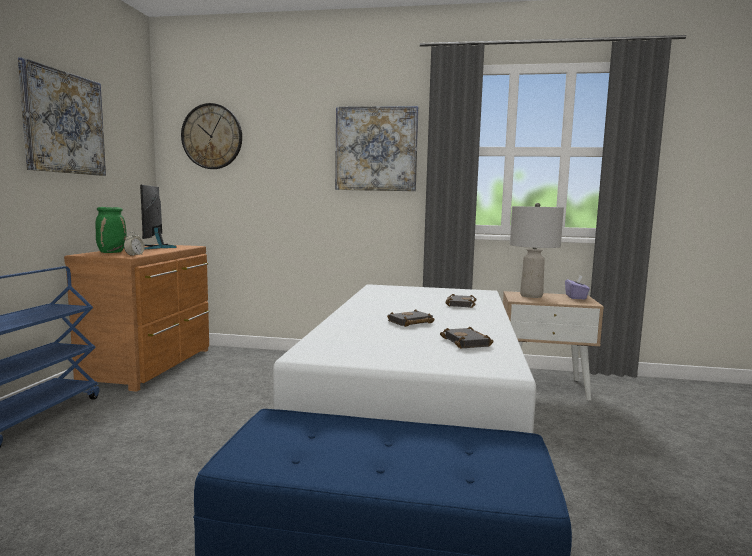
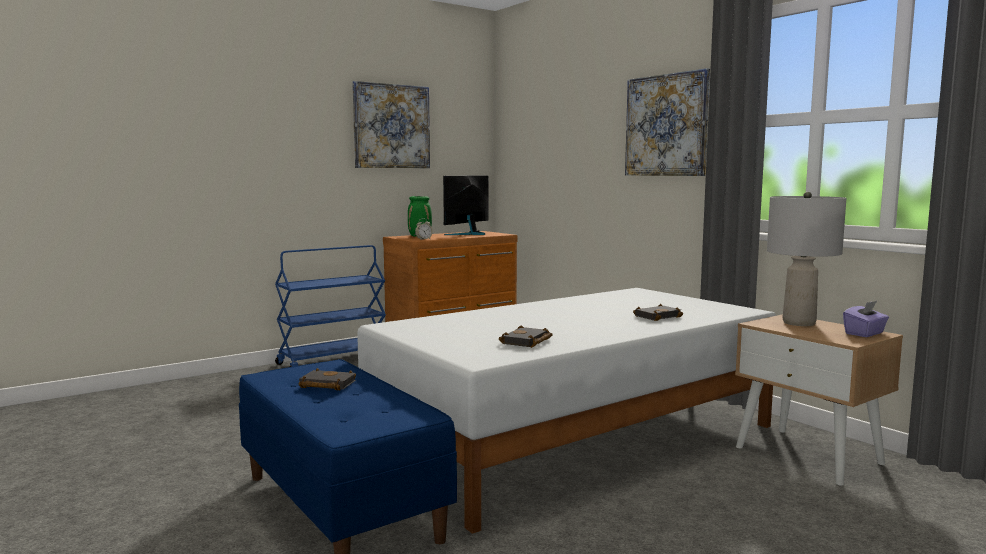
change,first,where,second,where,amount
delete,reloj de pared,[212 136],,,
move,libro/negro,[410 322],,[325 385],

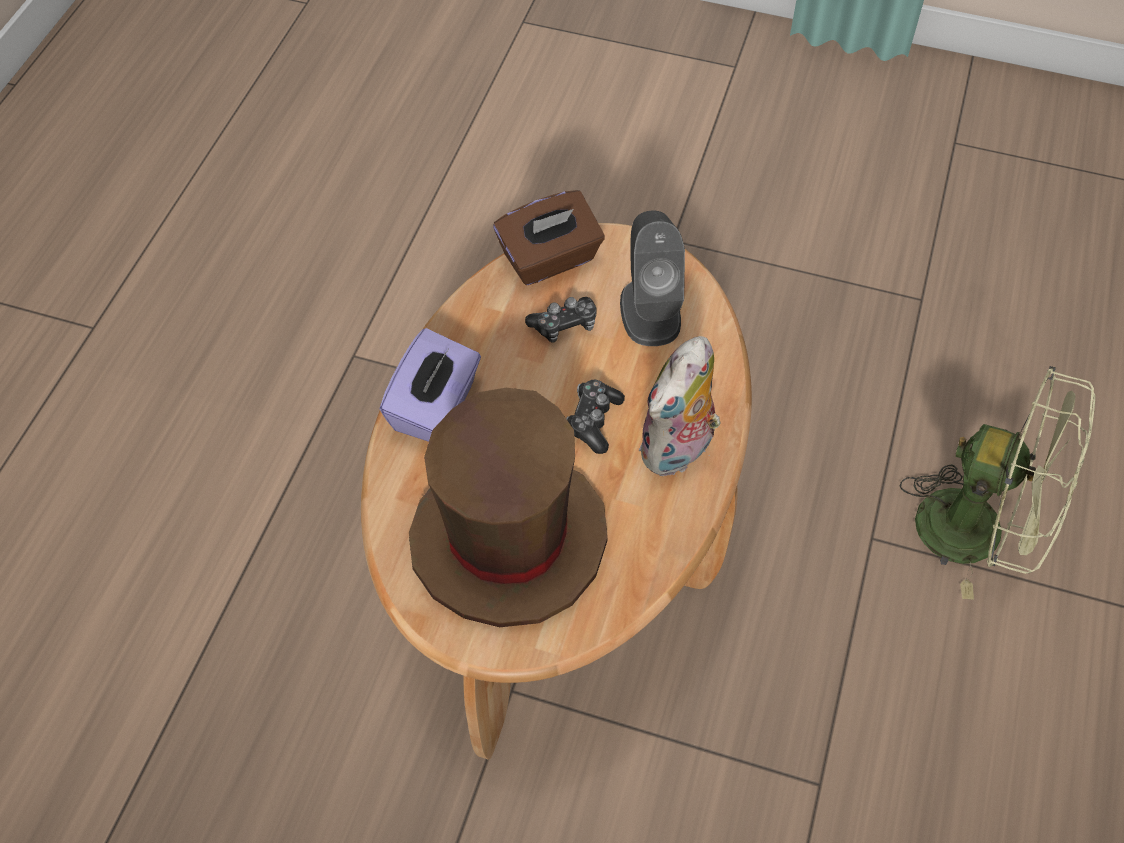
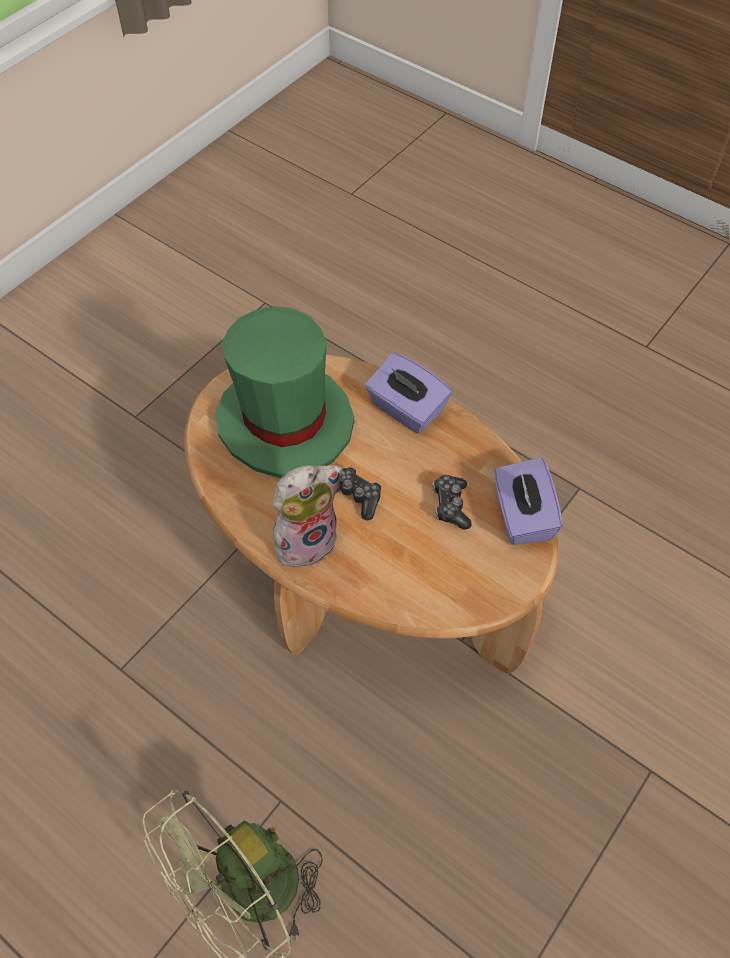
change,first,where,second,where,amount
delete,altavoz/gris,[650 311],,,
recolor,sombrero/marrón,[508 539],sombrero/verde,[285 421],
recolor,caja de pañuelos/marrón,[550 259],caja de pañuelos/morado,[521 516],
rotate,peluche,[678 451],,[306 540],90 degrees clockwise

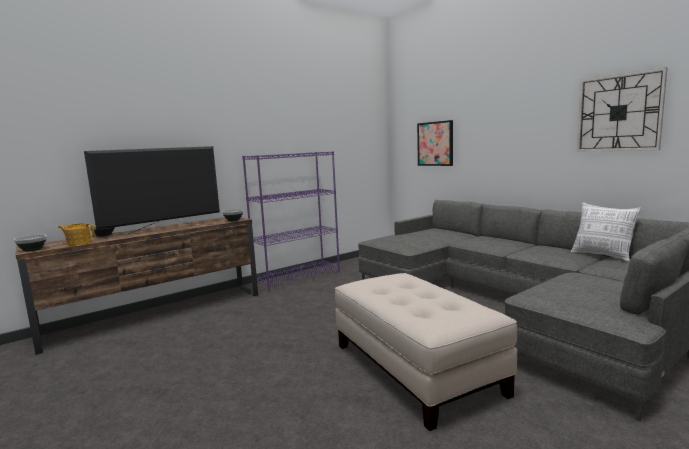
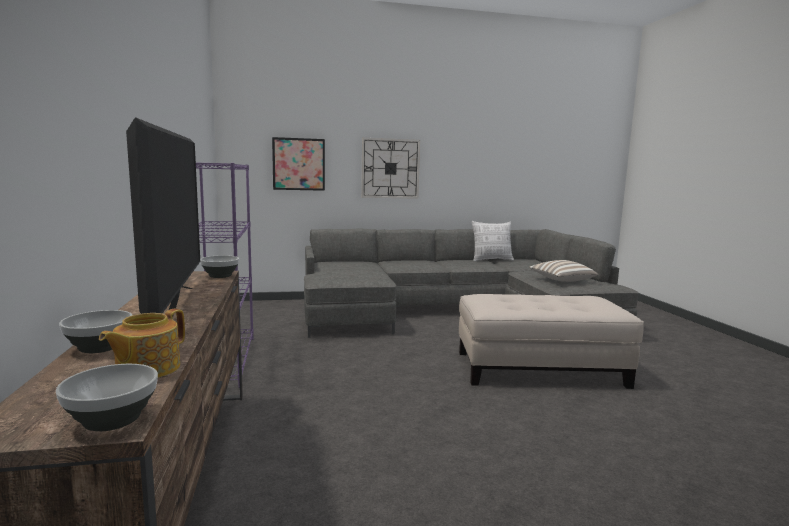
change,first,where,second,where,amount
insert,,,cojín,[561 280],
move,reloj de pared,[618 113],,[390 168],

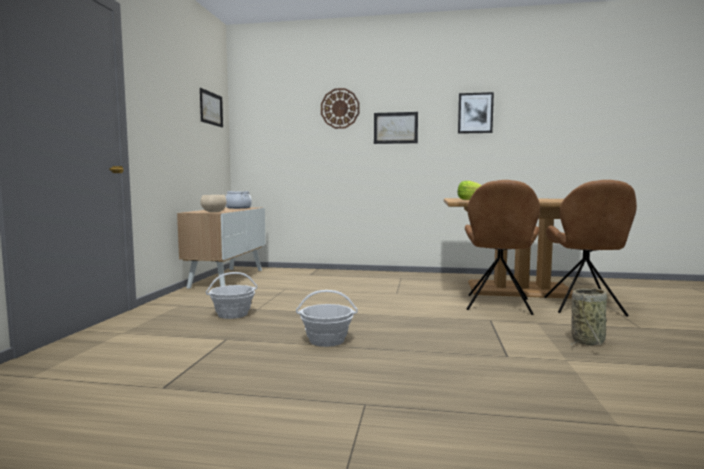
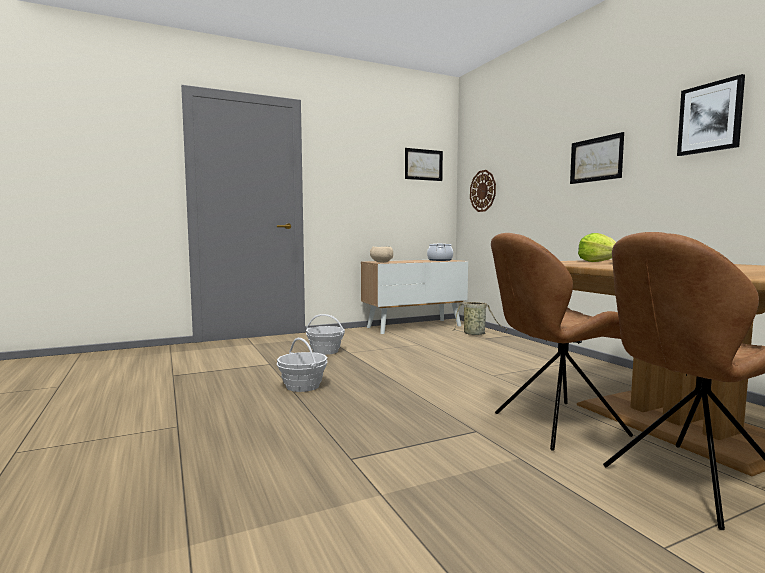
change,first,where,second,where,amount
move,reloj de pared,[340 108],,[483 191],
move,cesta,[588 341],,[475 334],

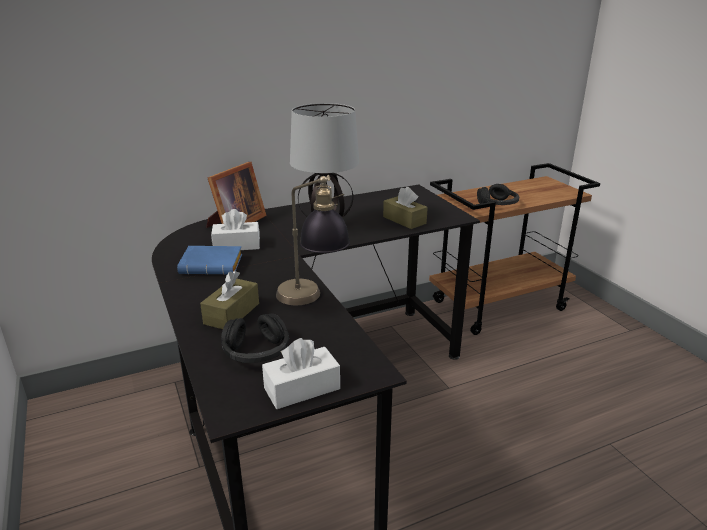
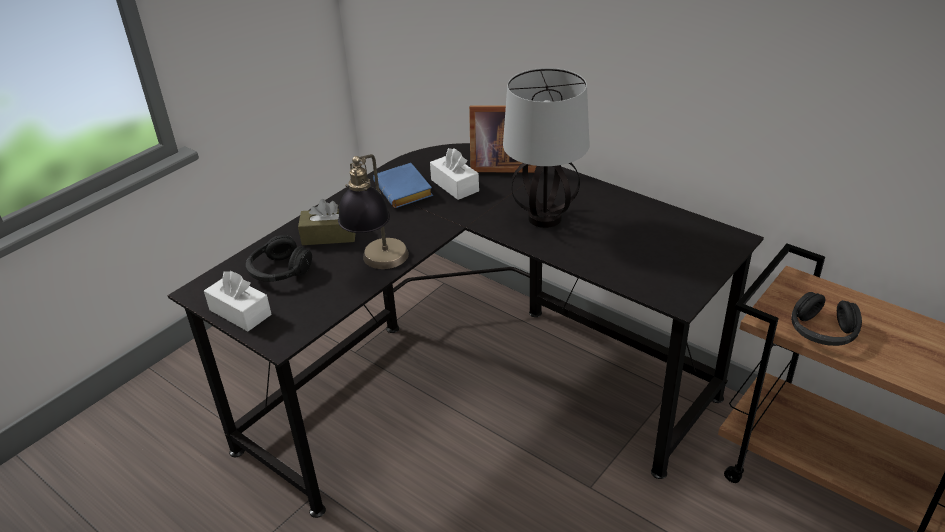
change,first,where,second,where,amount
delete,caja de pañuelos/marrón,[404 220],,,

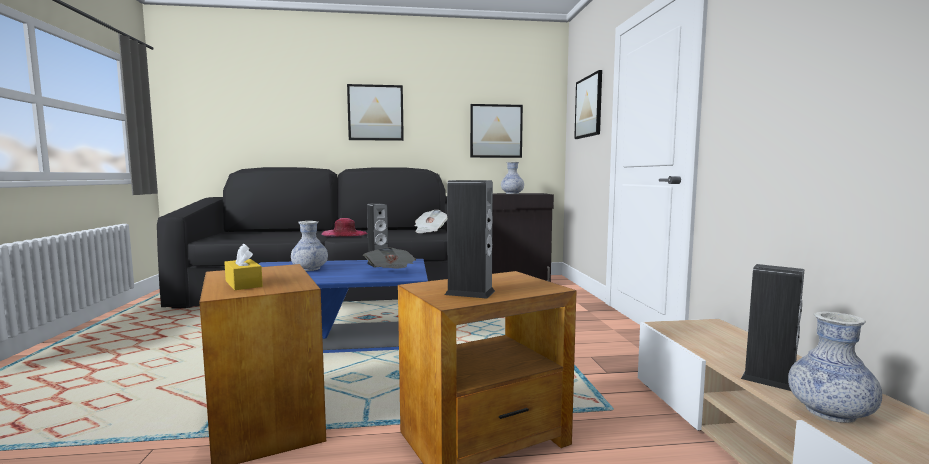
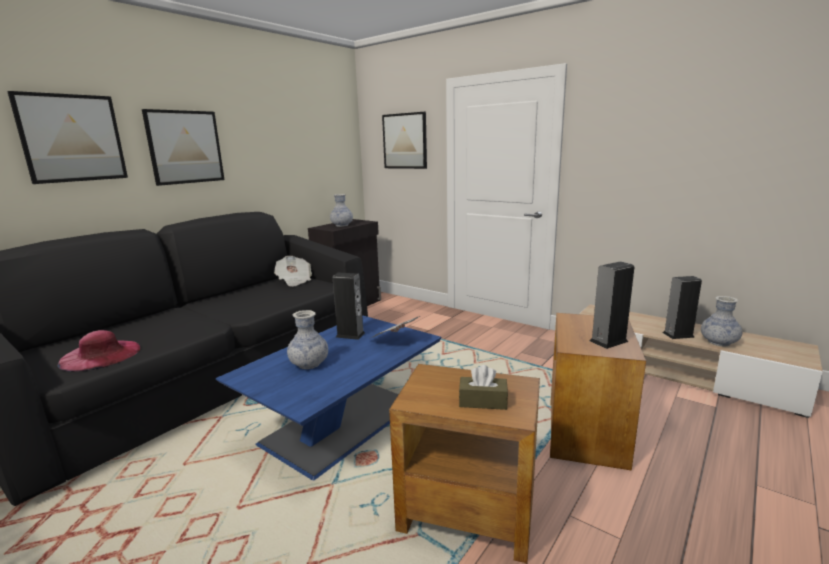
change,first,where,second,where,amount
move,sombrero/rosa,[344 233],,[100 355],
move,cuadro,[496 131],,[72 138],
recolor,caja de pañuelos/amarillo,[243 284],caja de pañuelos/marrón,[483 401],

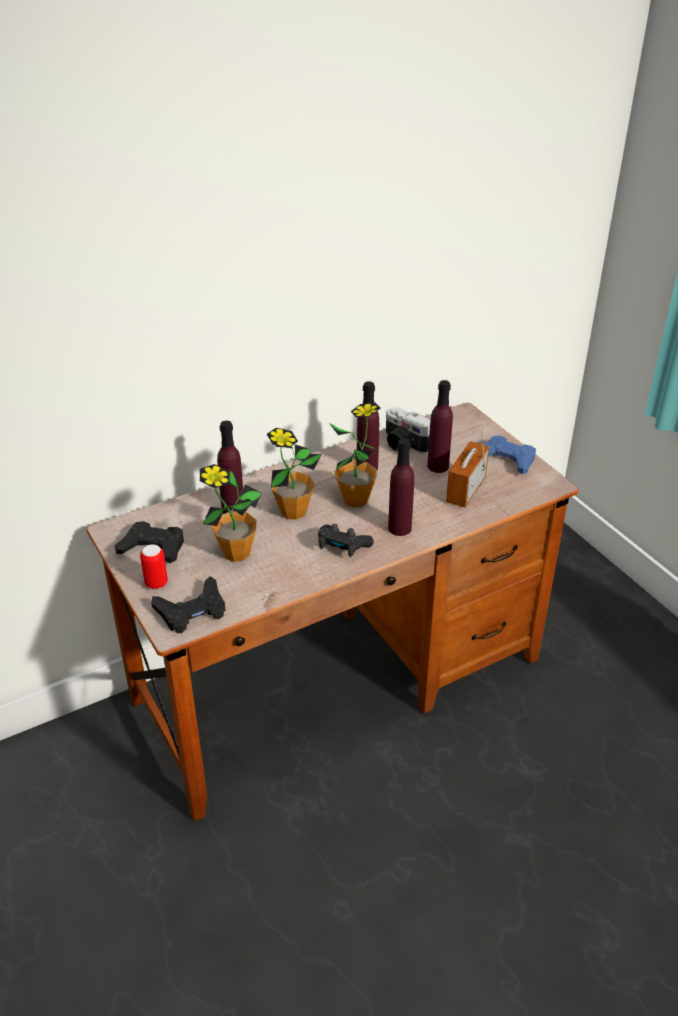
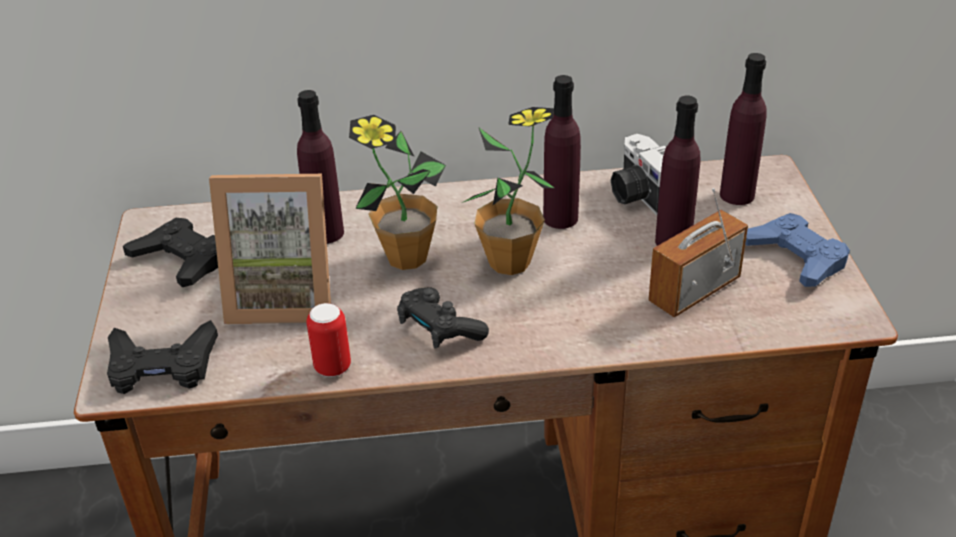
change,first,where,second,where,amount
move,lata,[156 583],,[332 367],
move,botella/morado,[399 528],,[737 195],
replace,planta en maceta,[236 553],portarretratos,[283 297],

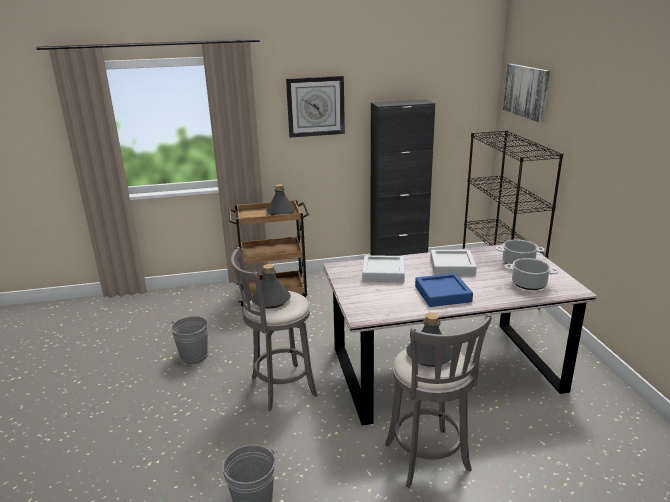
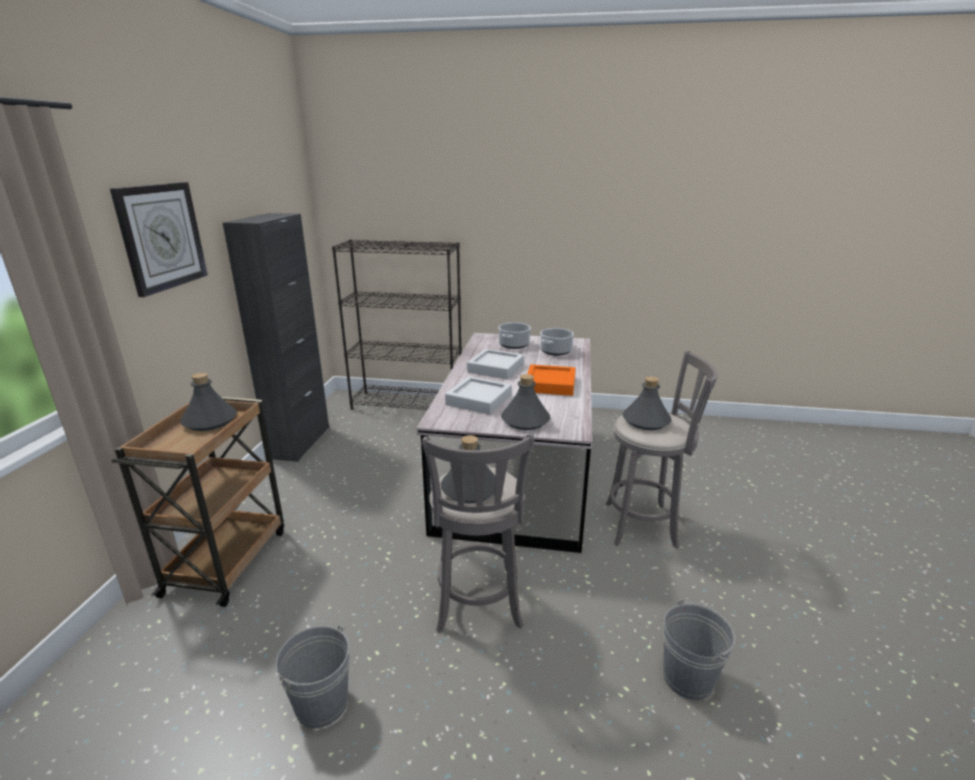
change,first,where,second,where,amount
delete,cuadro,[526 91],,,
insert,,,botella/gris,[525 420],
recolor,bandeja/azul,[442 294],bandeja/naranja,[550 384],

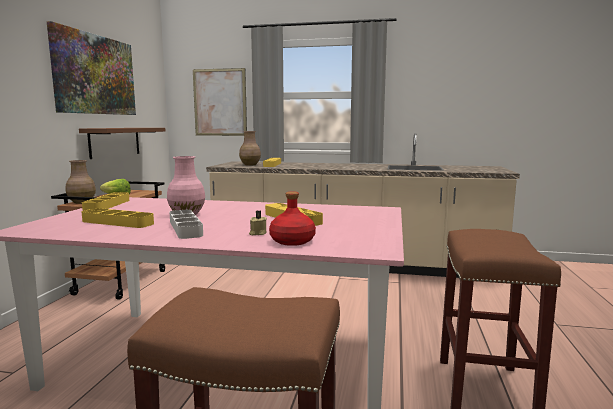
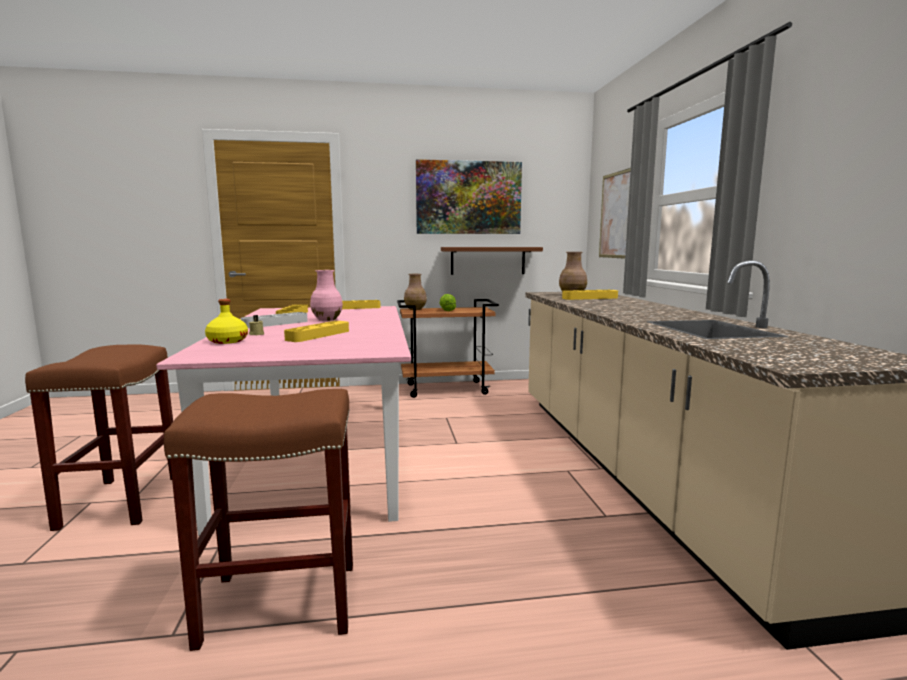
change,first,where,second,where,amount
recolor,botella/rojo,[292 241],botella/amarillo,[227 341],

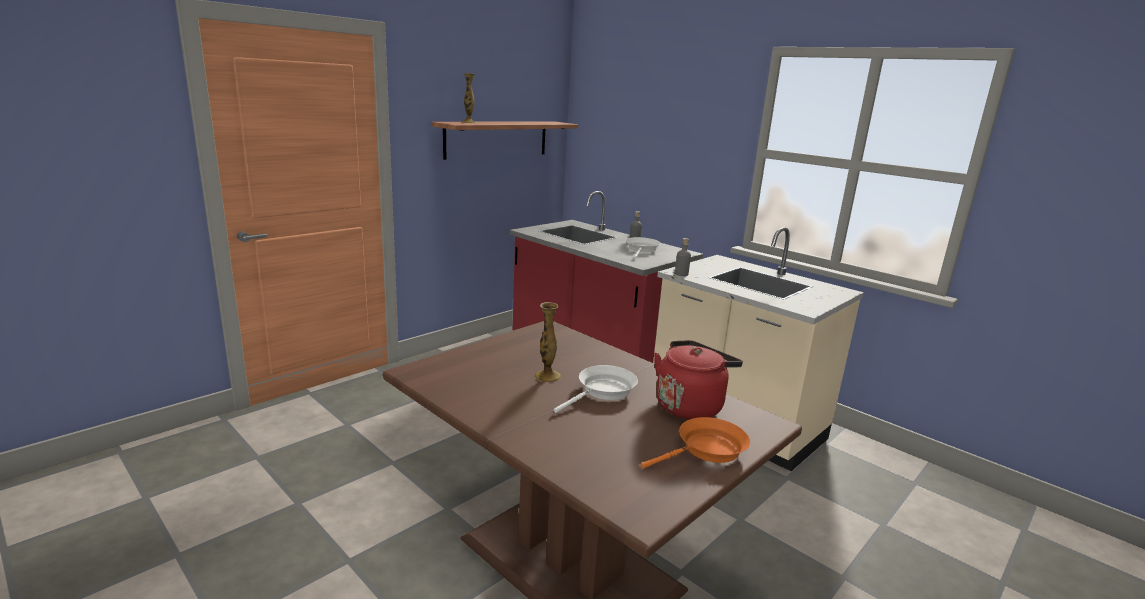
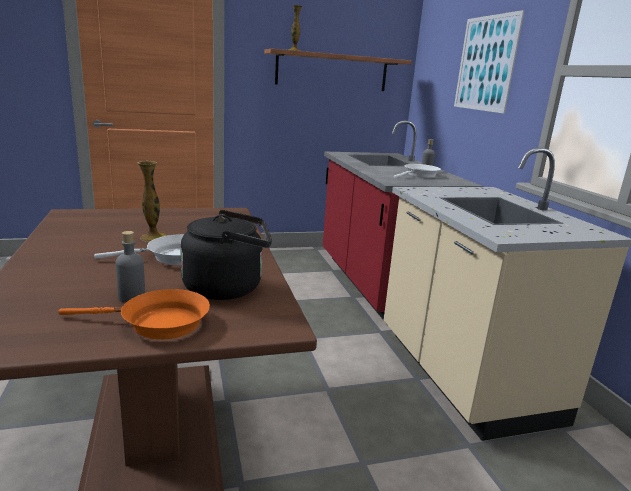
change,first,where,second,where,amount
insert,,,cuadro,[485 63],
move,botella/gris,[681 274],,[131 297],
recolor,hervidor/rojo,[690 406],hervidor/negro,[228 287],

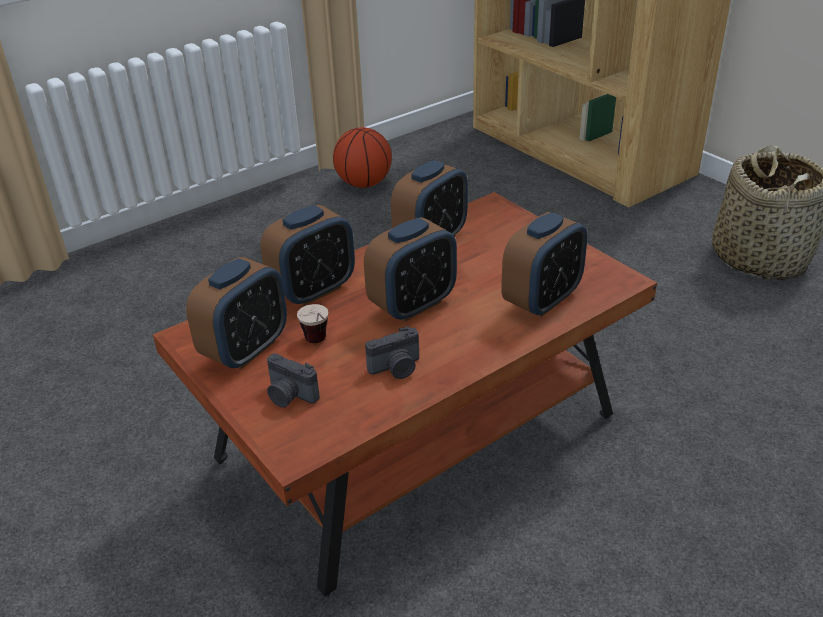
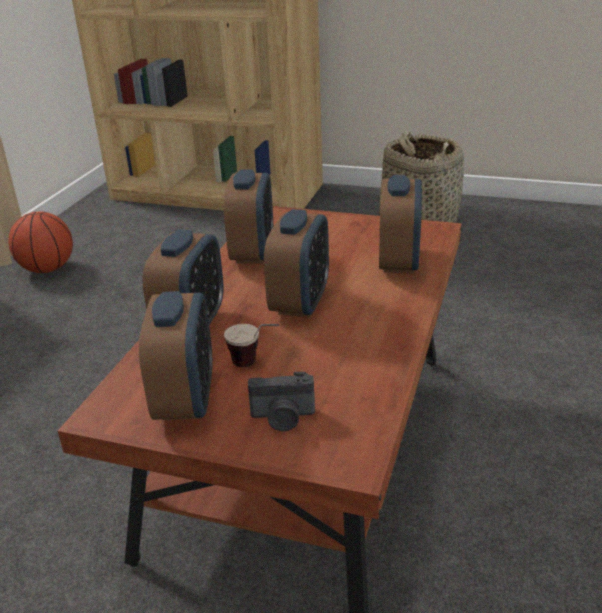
change,first,where,second,where,amount
delete,cámara,[396 368],,,

